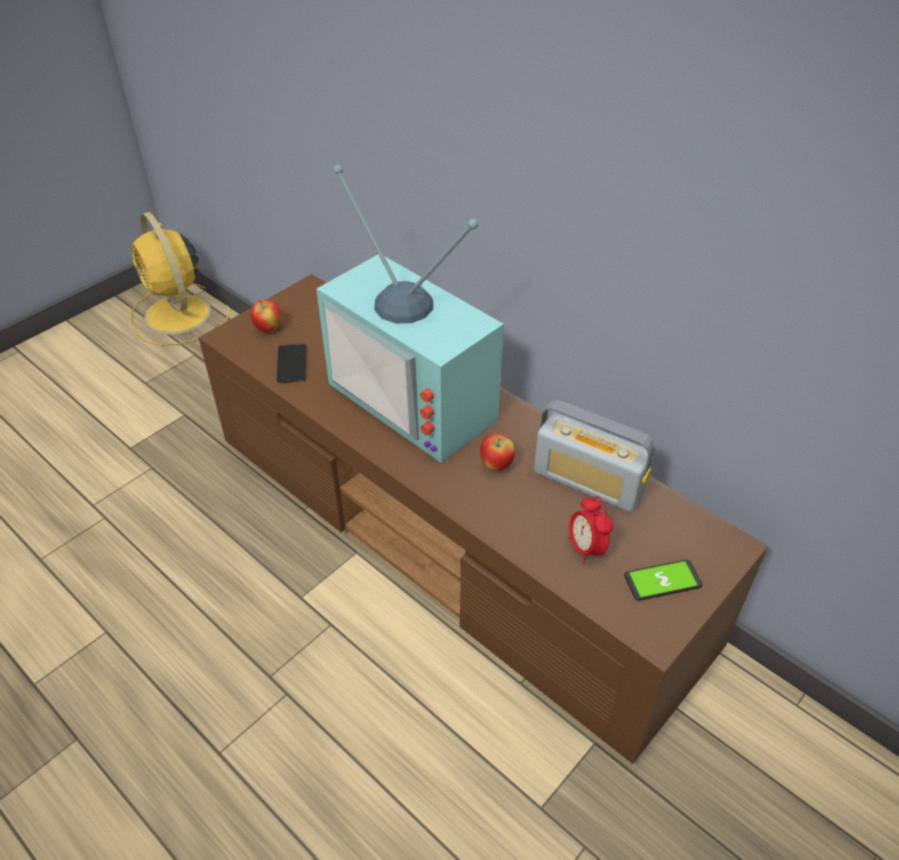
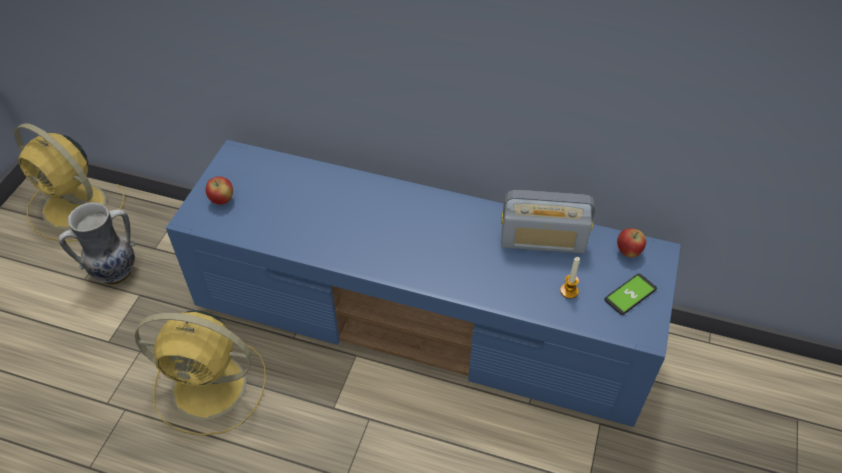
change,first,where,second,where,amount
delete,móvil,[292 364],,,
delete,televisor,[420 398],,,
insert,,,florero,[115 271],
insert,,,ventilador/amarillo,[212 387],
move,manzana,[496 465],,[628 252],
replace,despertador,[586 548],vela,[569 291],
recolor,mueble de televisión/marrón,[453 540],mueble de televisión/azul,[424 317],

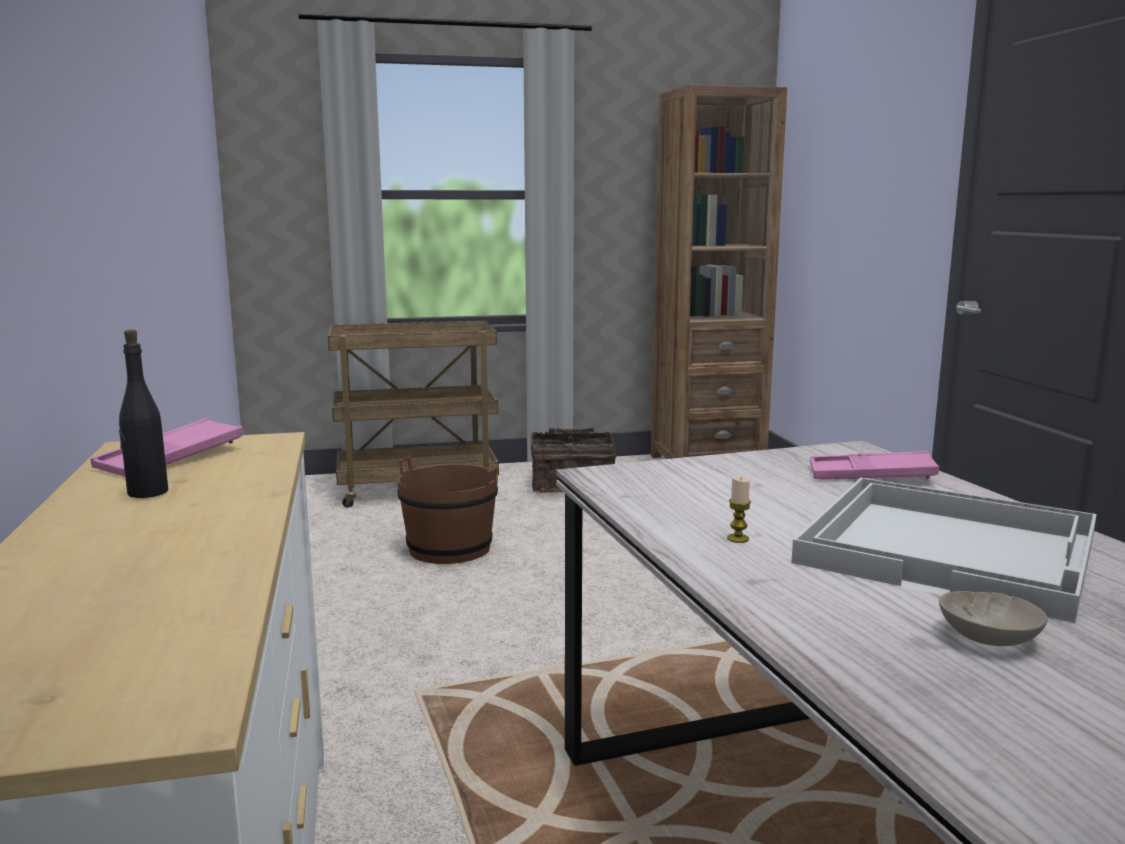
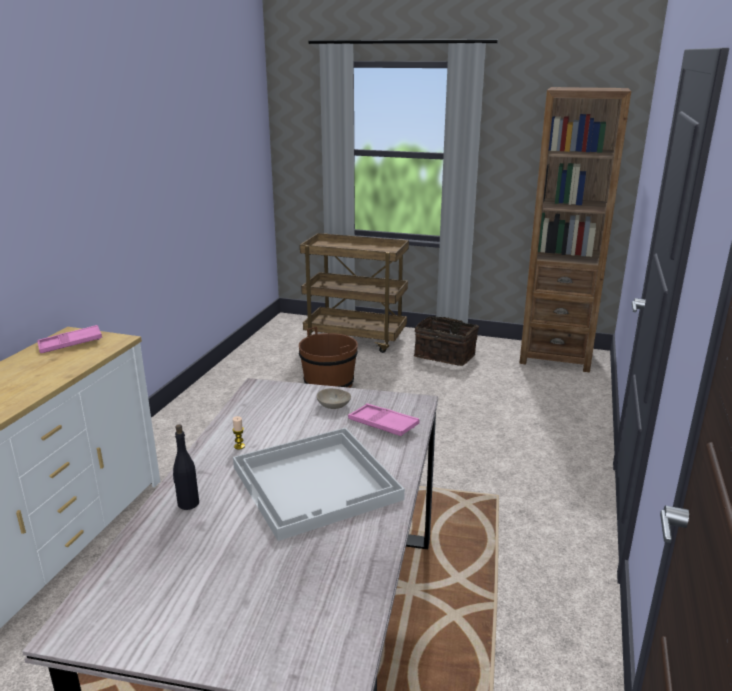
change,first,where,second,where,amount
move,botella/negro,[147 492],,[188 503],
move,cuenco/beis,[988 638],,[332 405],

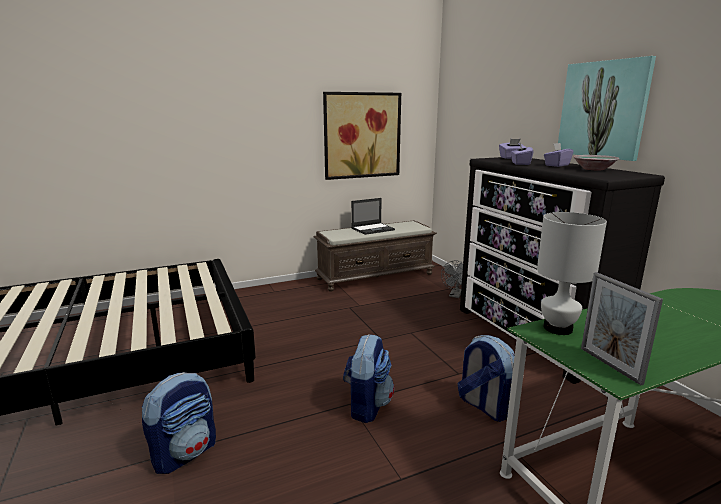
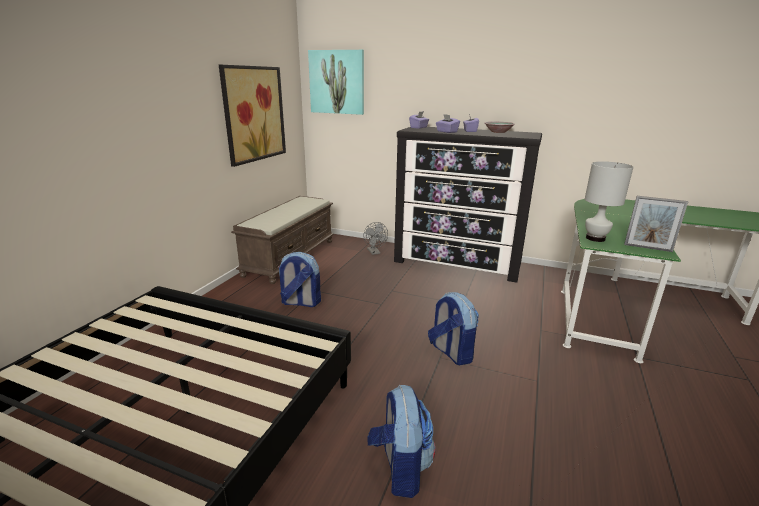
change,first,where,second,where,amount
delete,portátil,[373 229],,,
move,mochila,[484 406],,[300 302],
move,cuadro,[602 109],,[336 82],

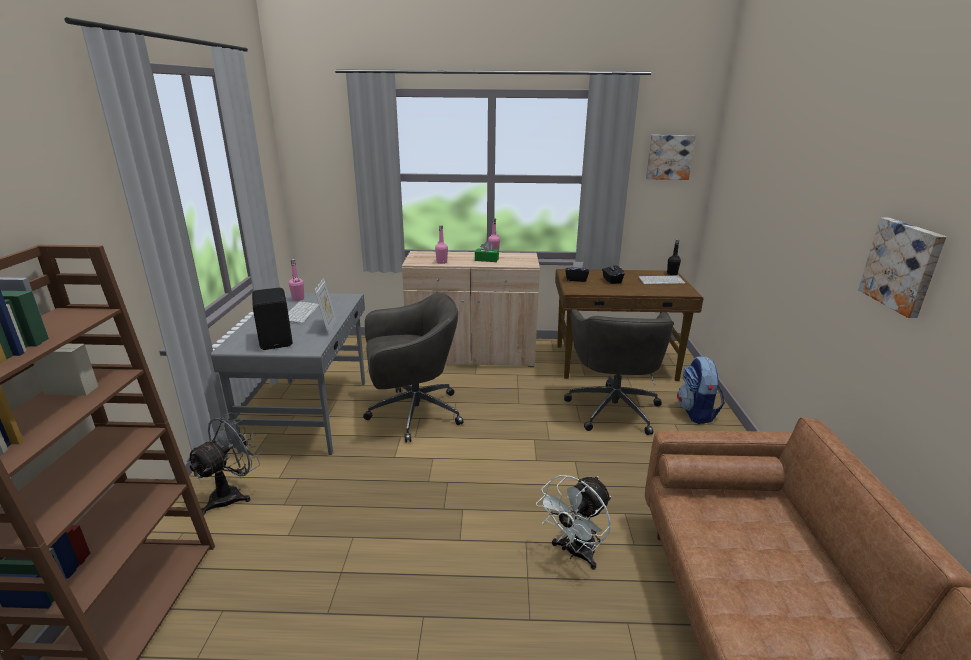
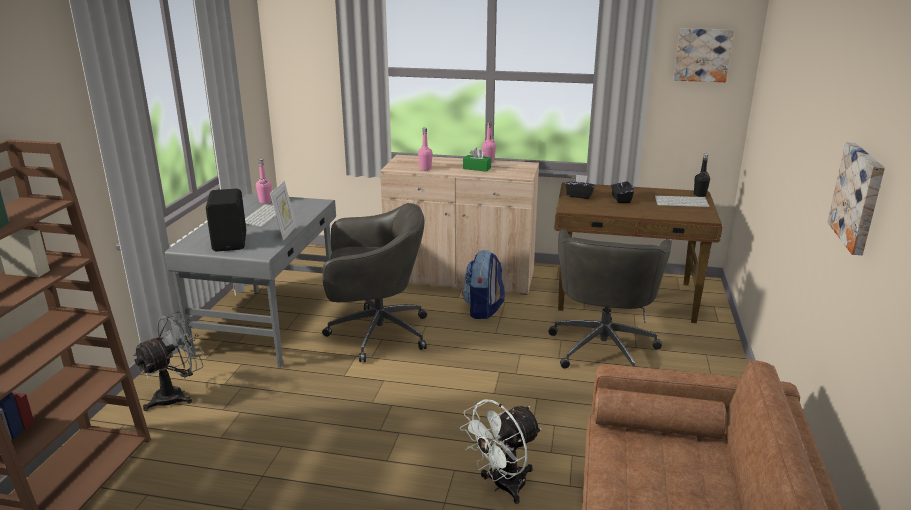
change,first,where,second,where,amount
move,mochila,[696 413],,[483 310],

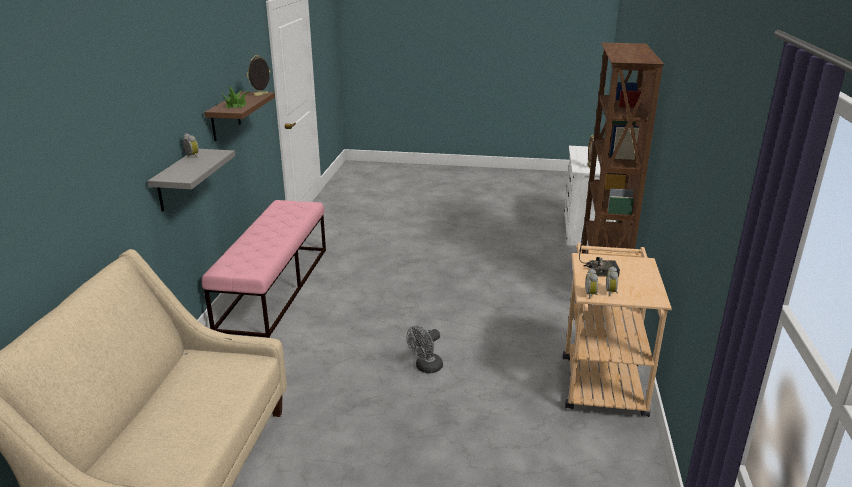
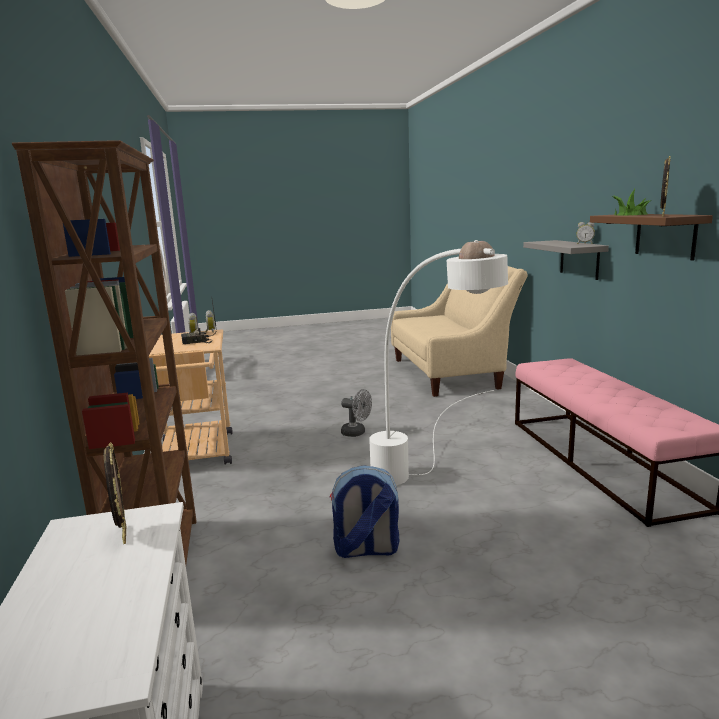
change,first,where,second,where,amount
insert,,,mochila,[366 550],
insert,,,lámpara de pie/blanco,[432 491],
rotate,ventilador/gris,[426 368],,[357 433],90 degrees clockwise

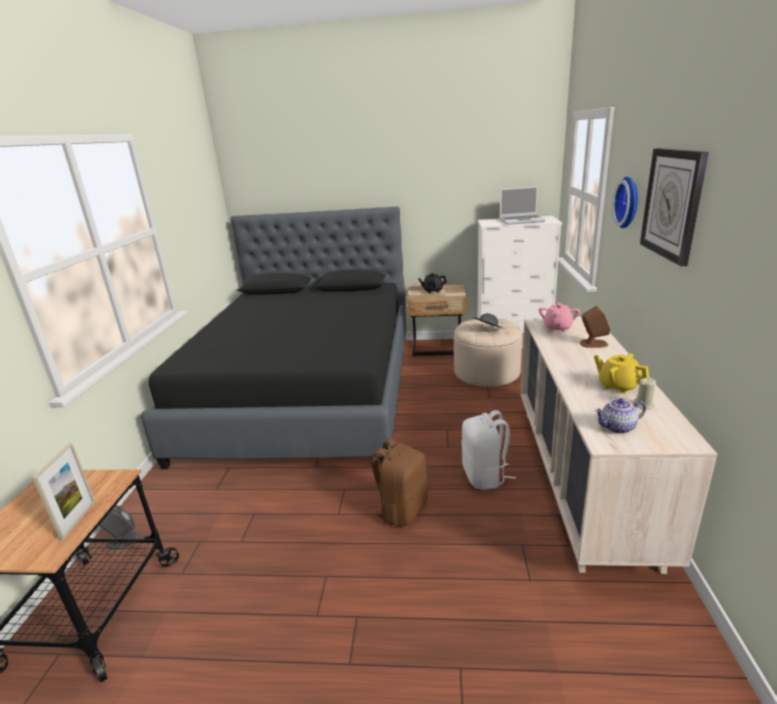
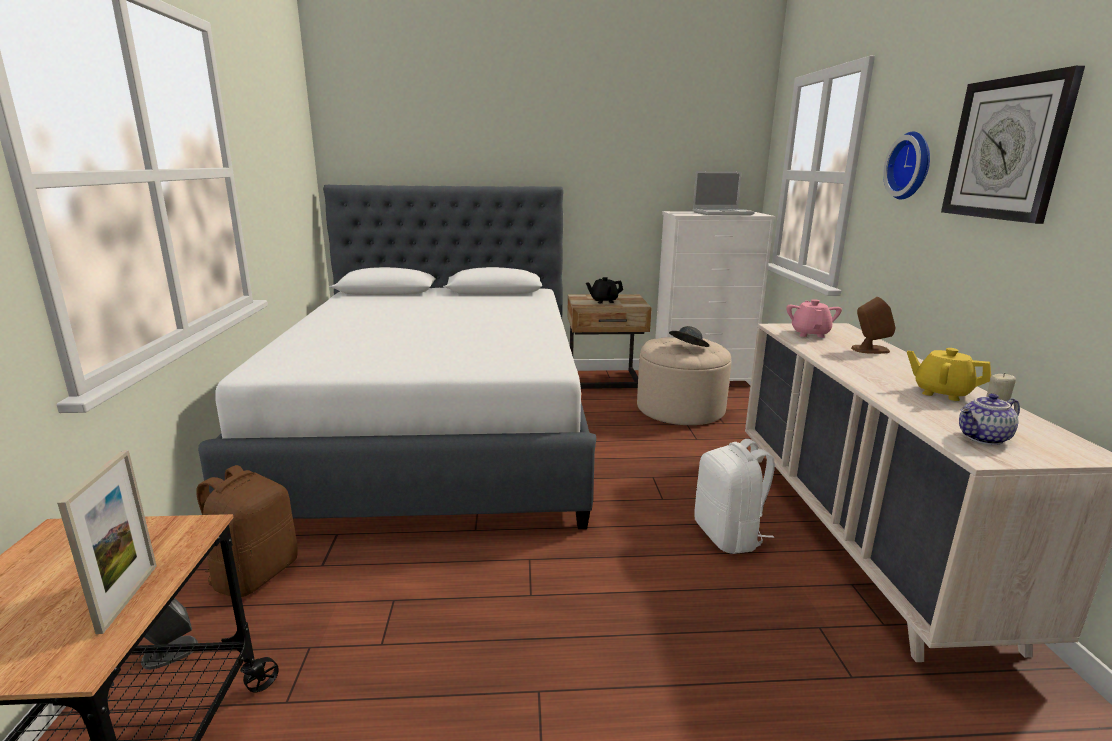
change,first,where,second,where,amount
move,mochila/marrón,[401 509],,[255 574],
recolor,cama/negro,[308 392],cama/blanco,[438 432],

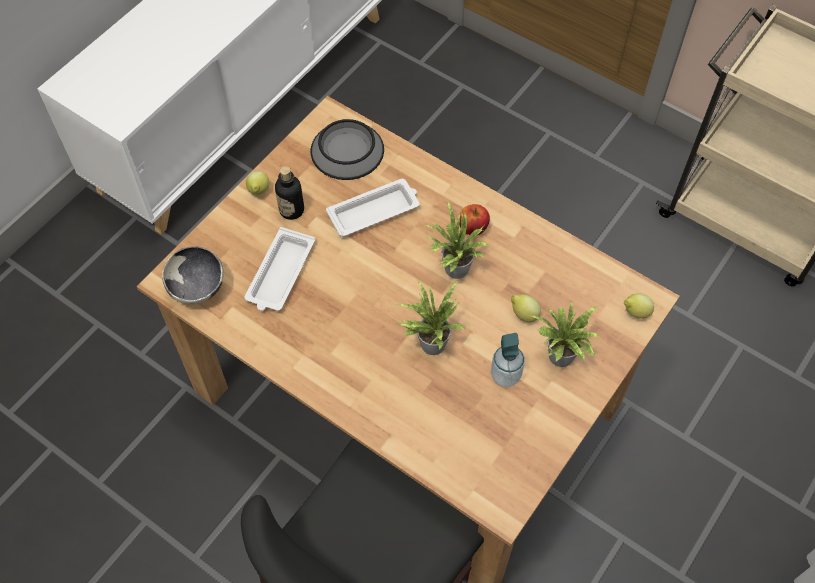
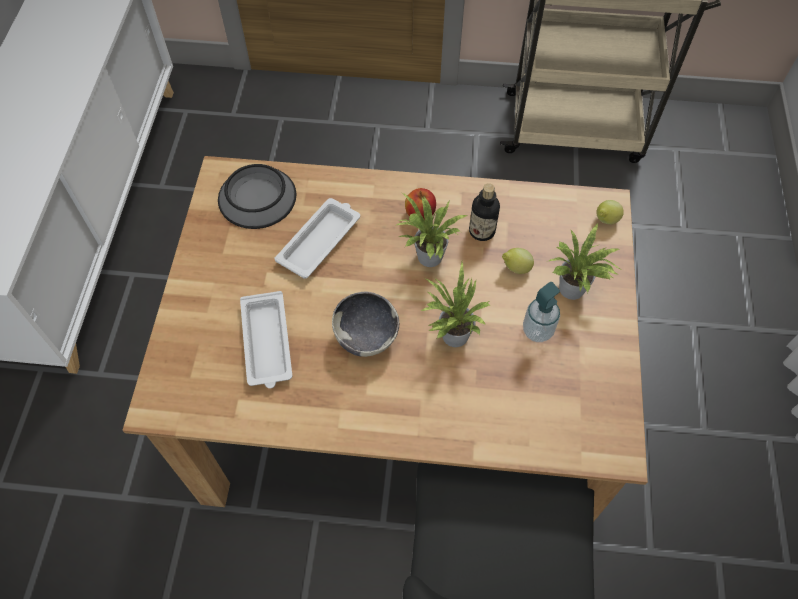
change,first,where,second,where,amount
delete,limón,[259 192],,,
move,cuenco,[198 288],,[366 336],
move,botella,[291 210],,[482 231],

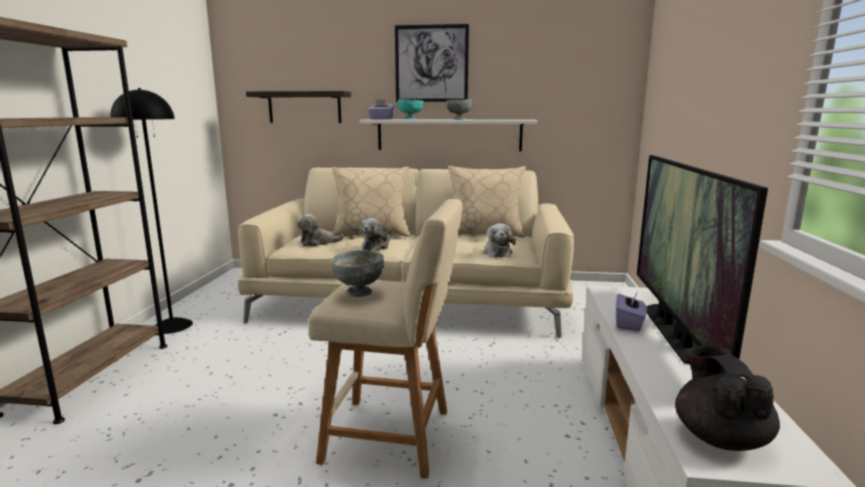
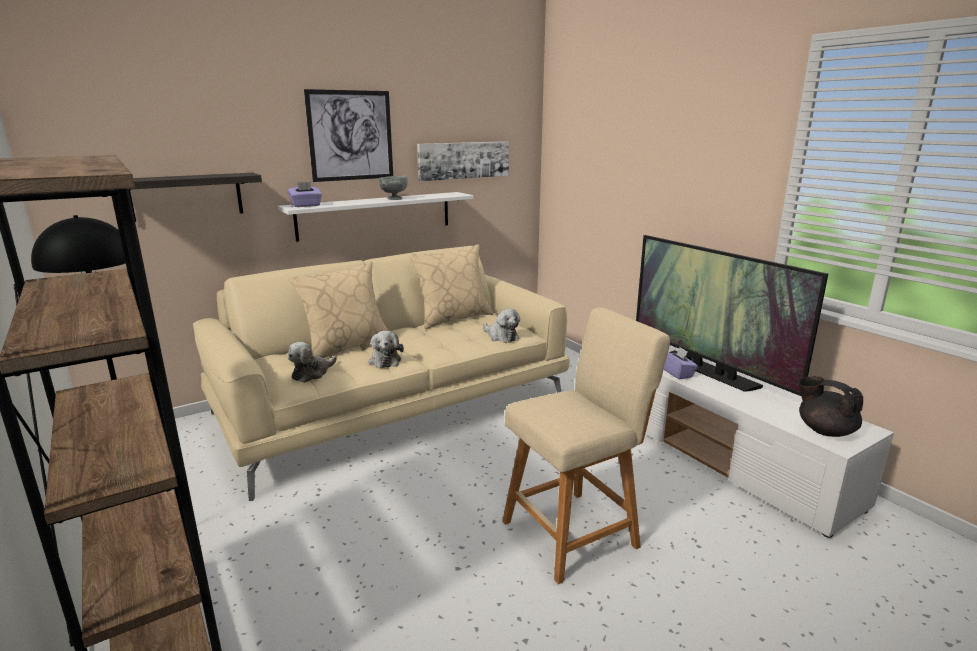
change,first,where,second,where,amount
delete,cuenco/gris,[359 293],,,
delete,cuenco/turquesa,[410 119],,,
insert,,,cuadro,[463 160],

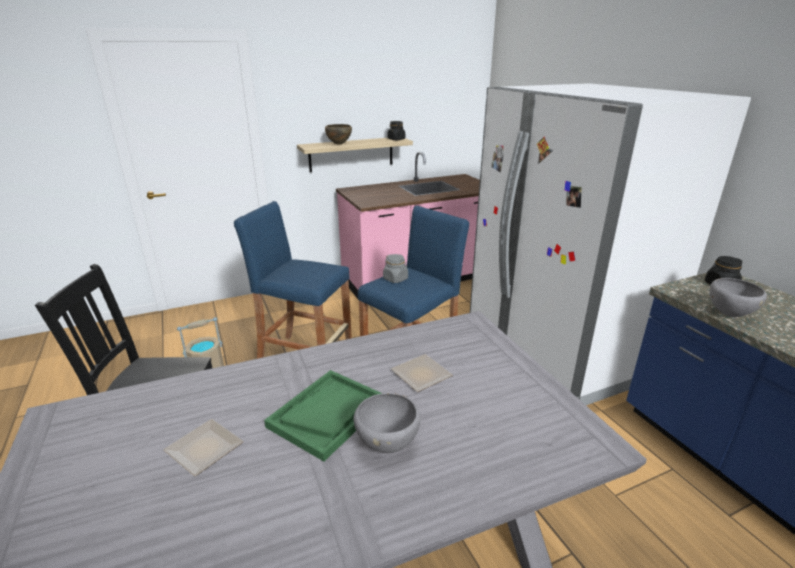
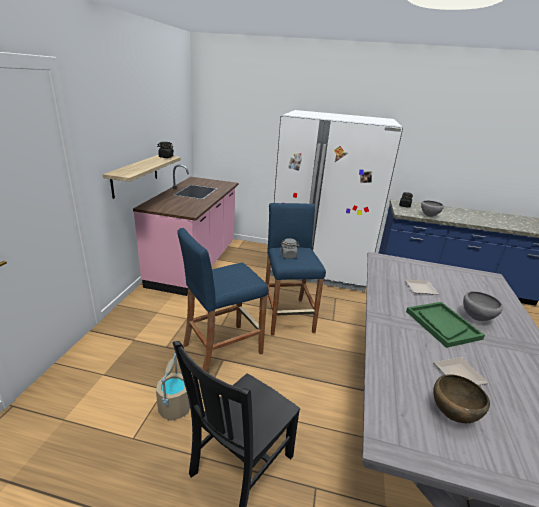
change,first,where,second,where,amount
move,cuenco/marrón,[338 144],,[452 415],

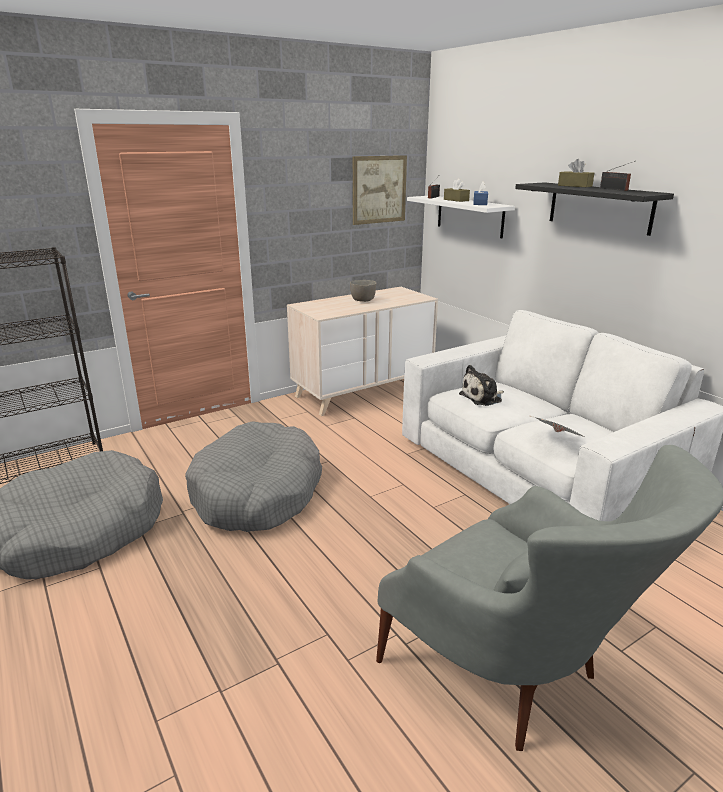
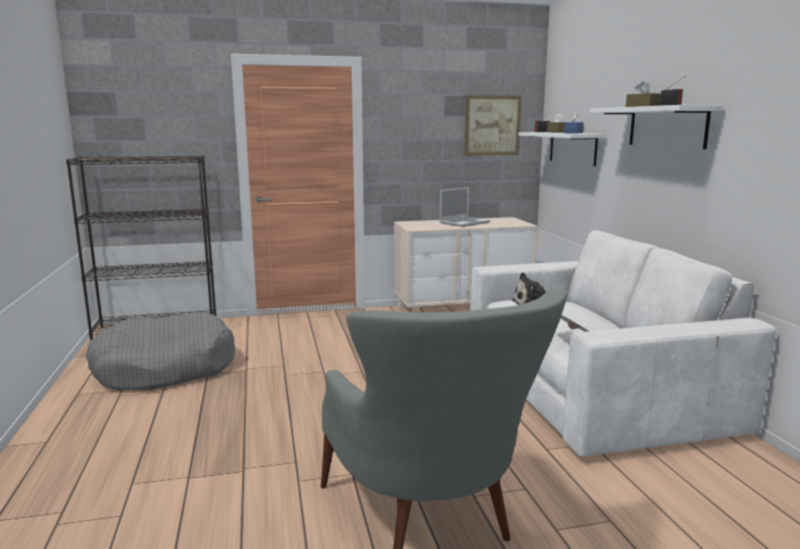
change,first,where,second,where,amount
delete,cama para perro/gris,[257 493],,,
replace,cuenco/gris,[363 300],portátil,[464 223],
recolor,estante/negro,[599 207],estante/blanco,[667 127],

